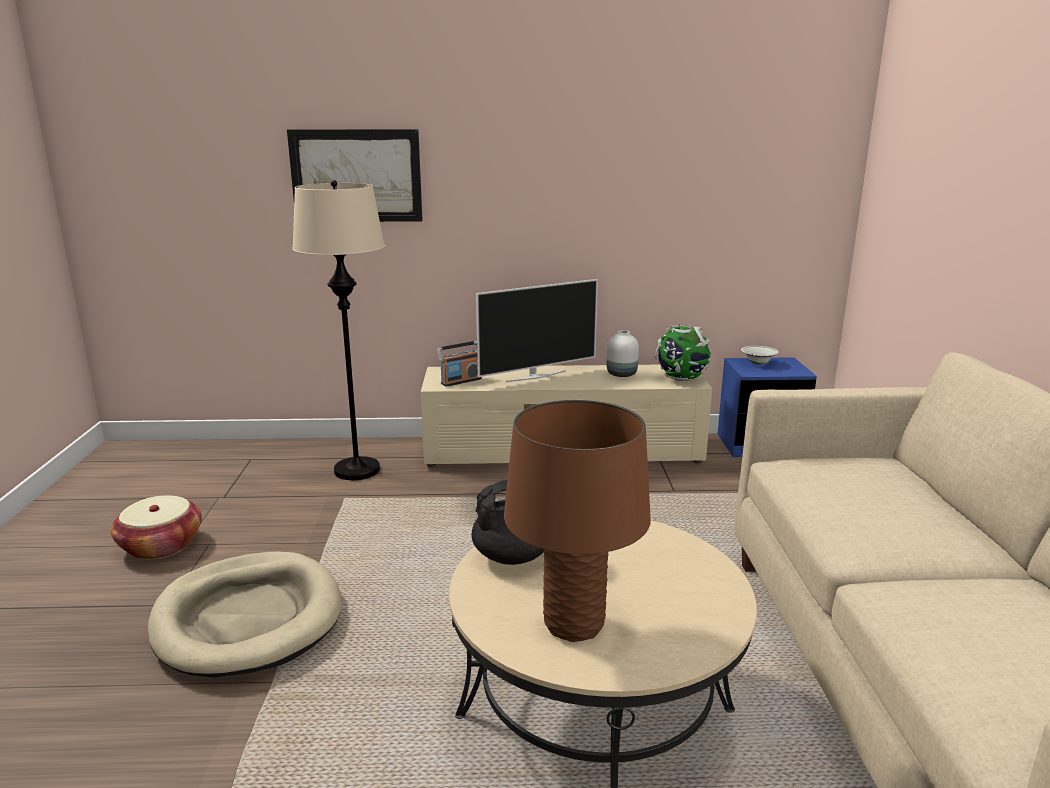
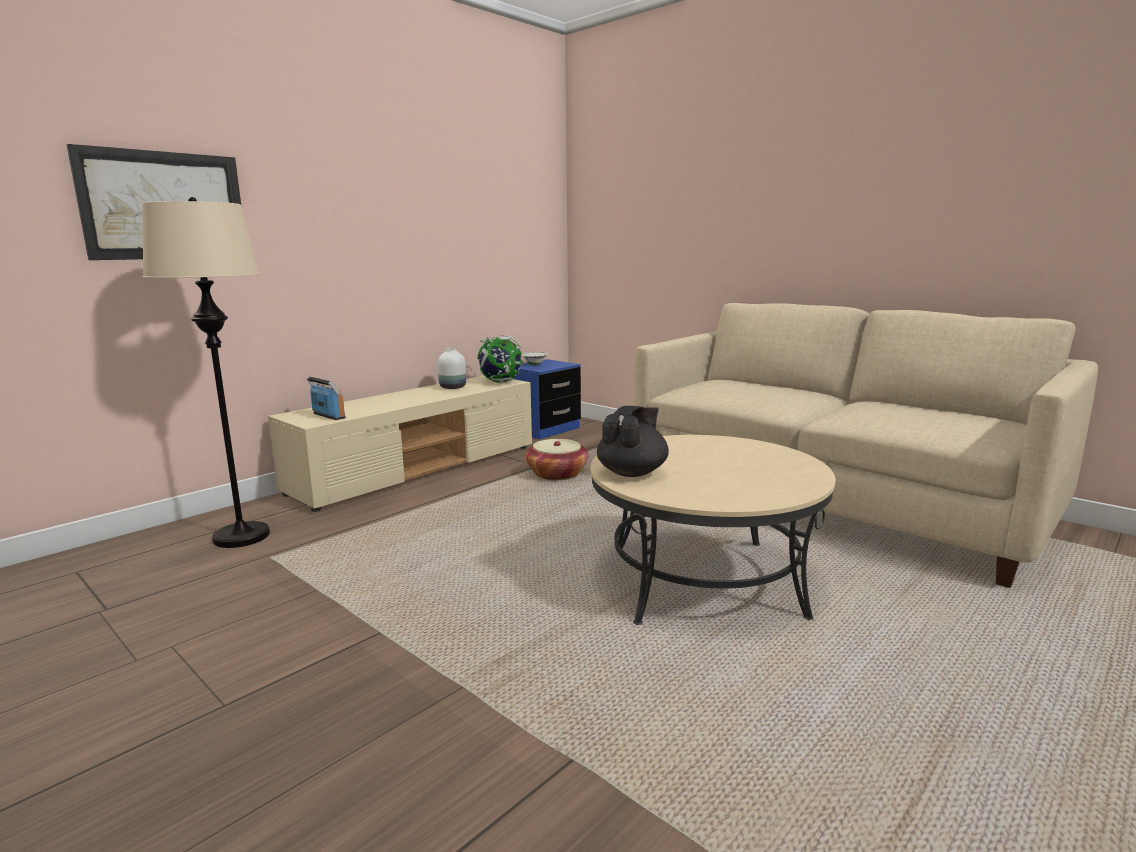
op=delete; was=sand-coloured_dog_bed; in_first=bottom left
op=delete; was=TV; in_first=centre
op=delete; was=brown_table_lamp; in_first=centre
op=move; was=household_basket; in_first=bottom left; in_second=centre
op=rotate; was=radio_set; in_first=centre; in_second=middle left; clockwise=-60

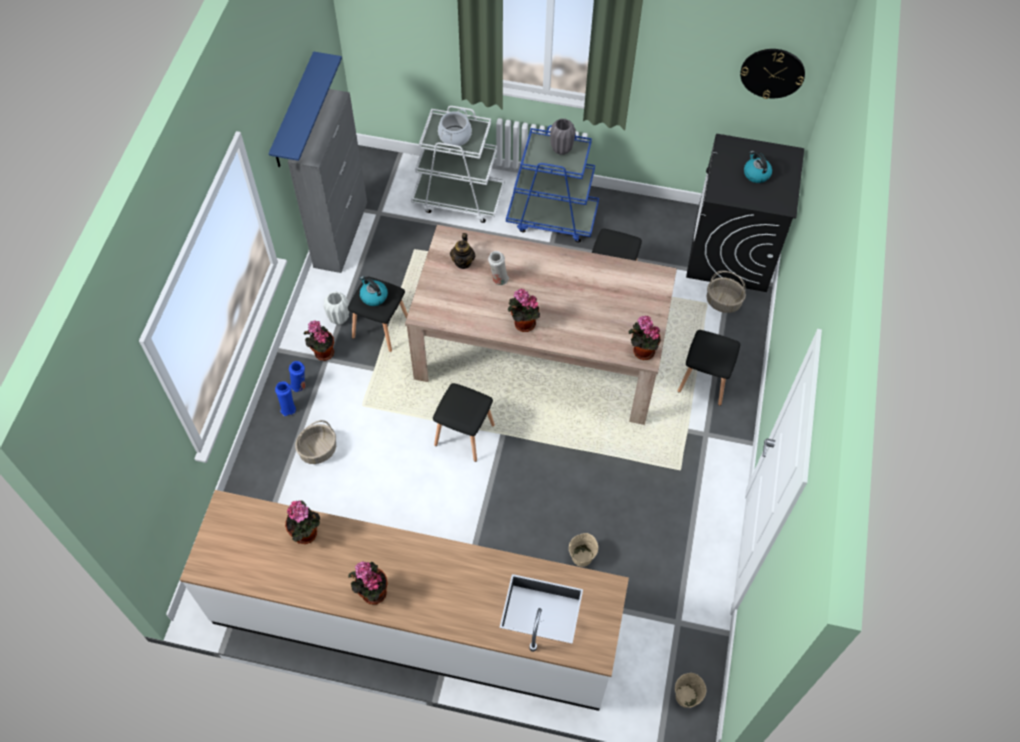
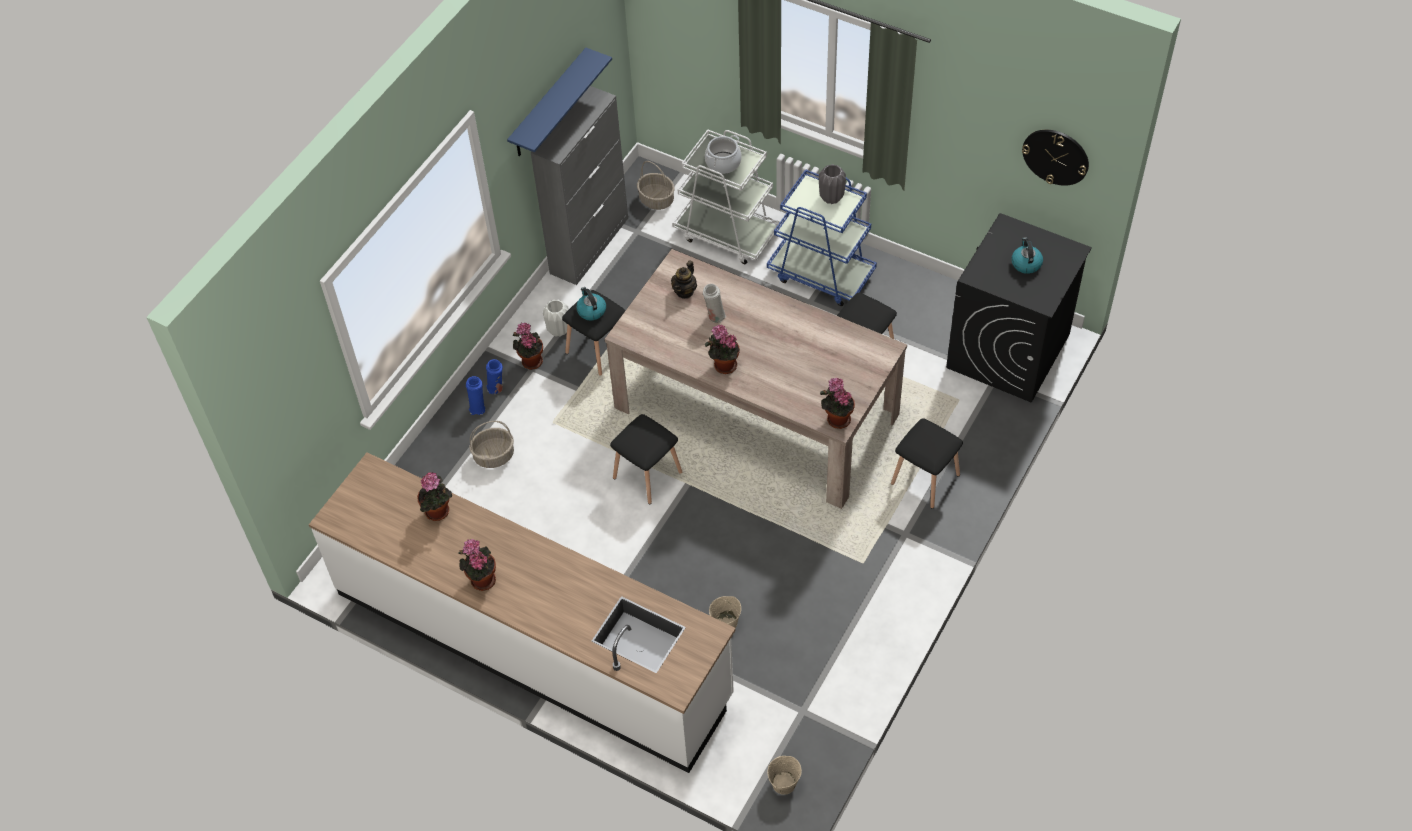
op=move; was=household_basket (2nd from left); in_first=middle right; in_second=top centre

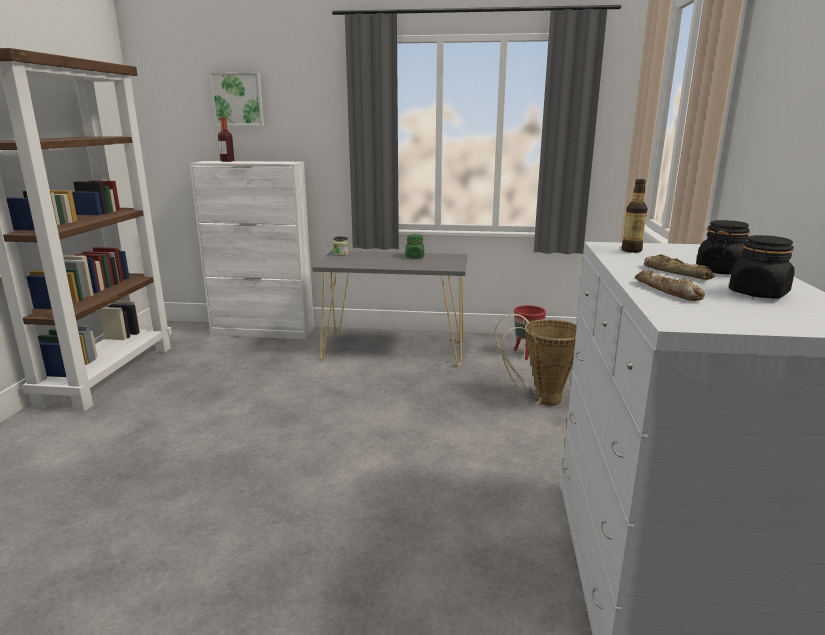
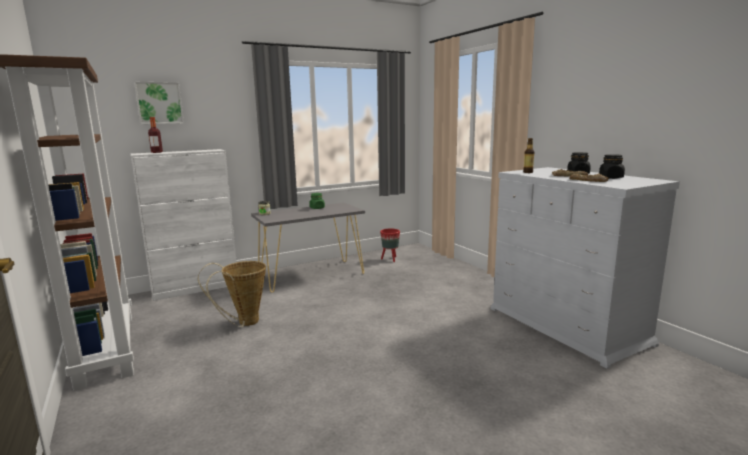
op=move; was=household_basket; in_first=centre; in_second=middle left

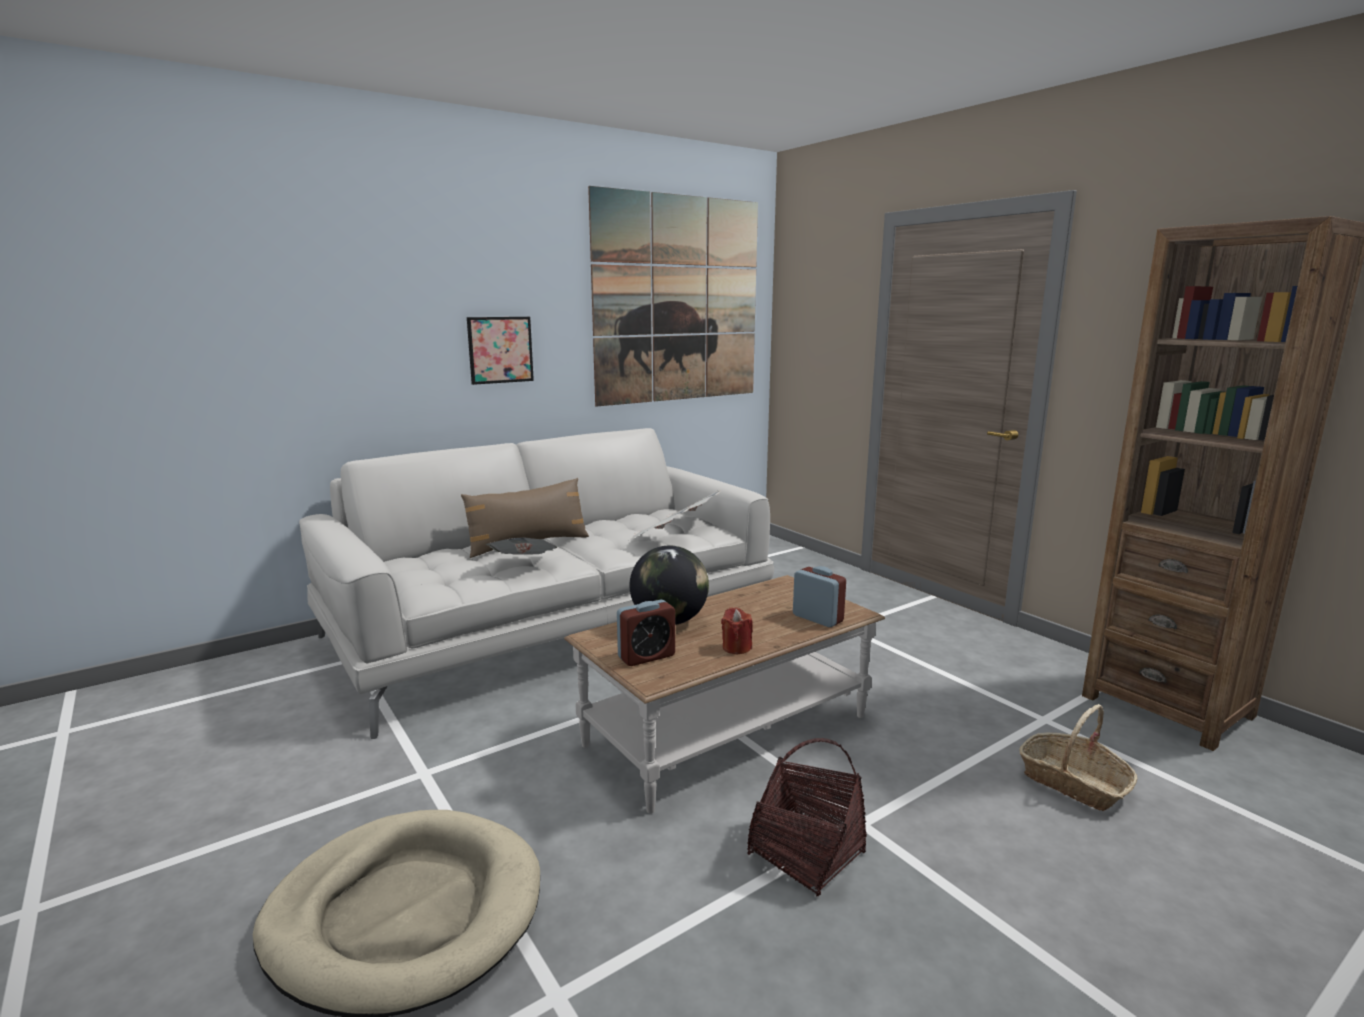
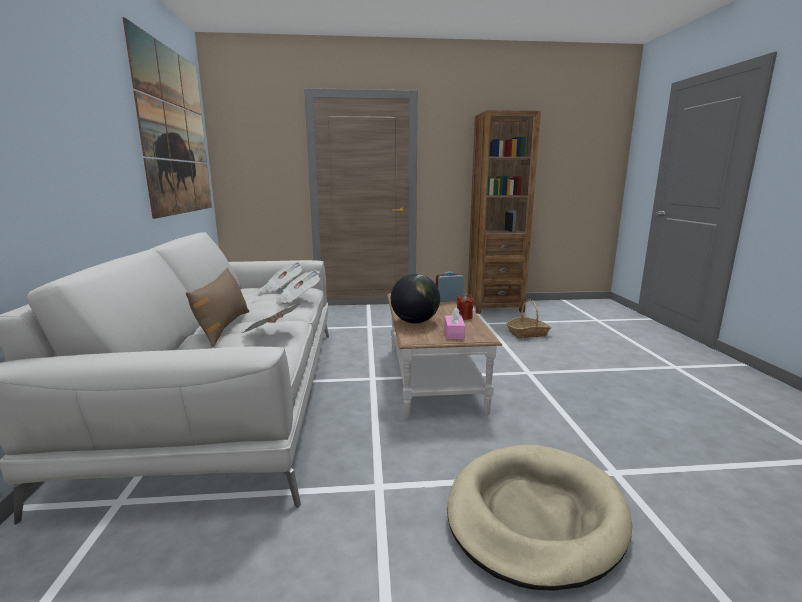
op=delete; was=wall_art (1st from left); in_first=centre
op=delete; was=household_basket (1st from left); in_first=bottom centre
op=replace; was=table_clock (1st from left); now=pink_box_of_tissues; in_first=centre; in_second=centre

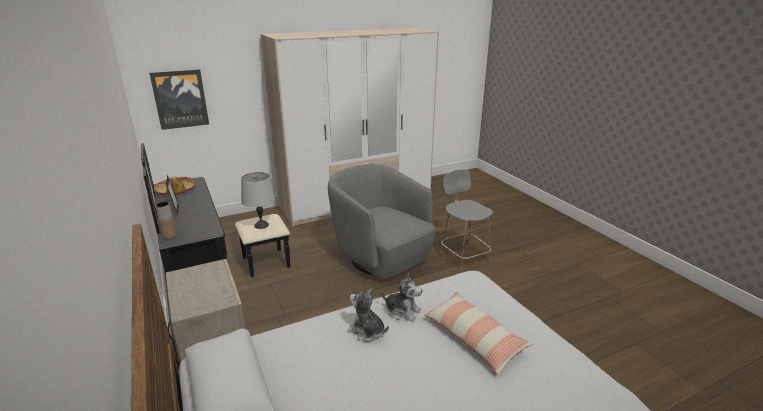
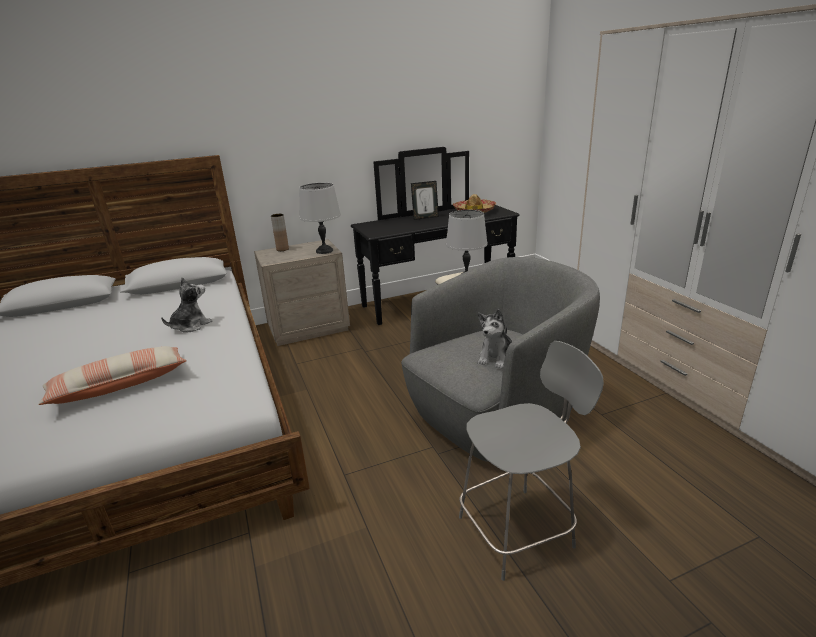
op=delete; was=wall_art; in_first=top left
op=insert; now=greyish_table_lamp (1st from left); in_second=centre
op=move; was=brown_decorative_vase; in_first=middle left; in_second=centre
op=move; was=cuddly_toy (2nd from left); in_first=bottom centre; in_second=centre

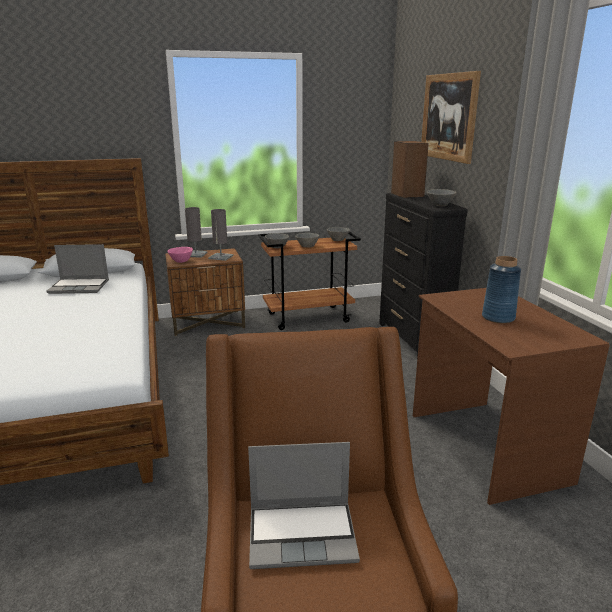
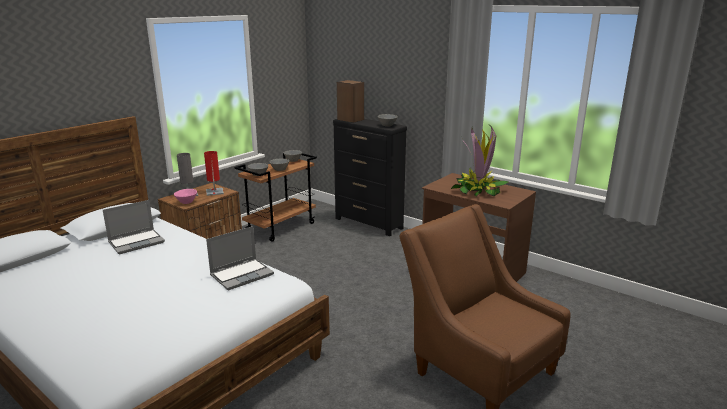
op=delete; was=wall_art; in_first=top right
op=move; was=laptop (2nd from left); in_first=bottom centre; in_second=middle left
op=replace; was=bluish_decorative_vase; now=potted_plant; in_first=middle right; in_second=centre
op=recolor; was=greyish_table_lamp (2nd from left); now=red-coloured_table_lamp; in_first=centre; in_second=middle left

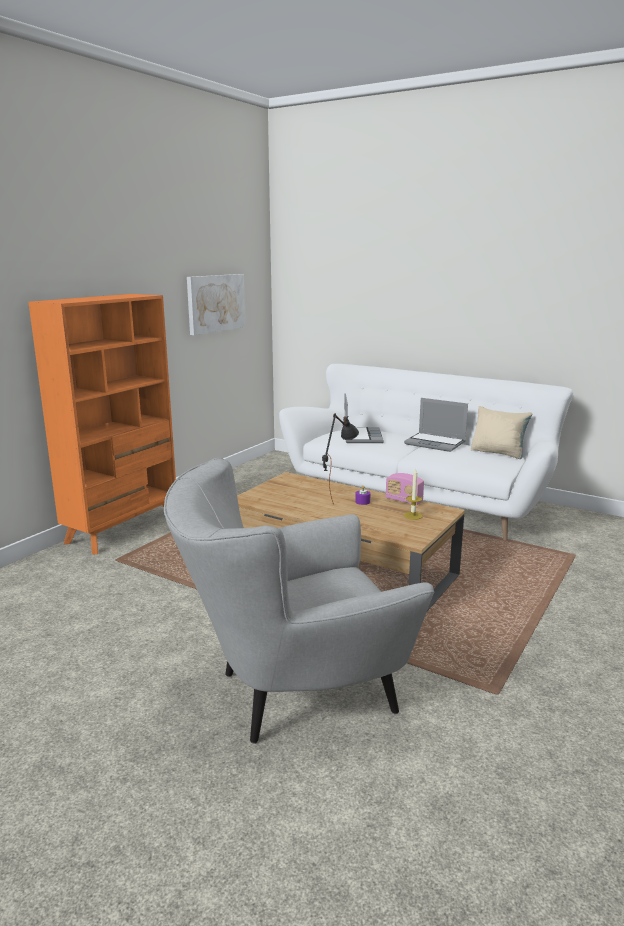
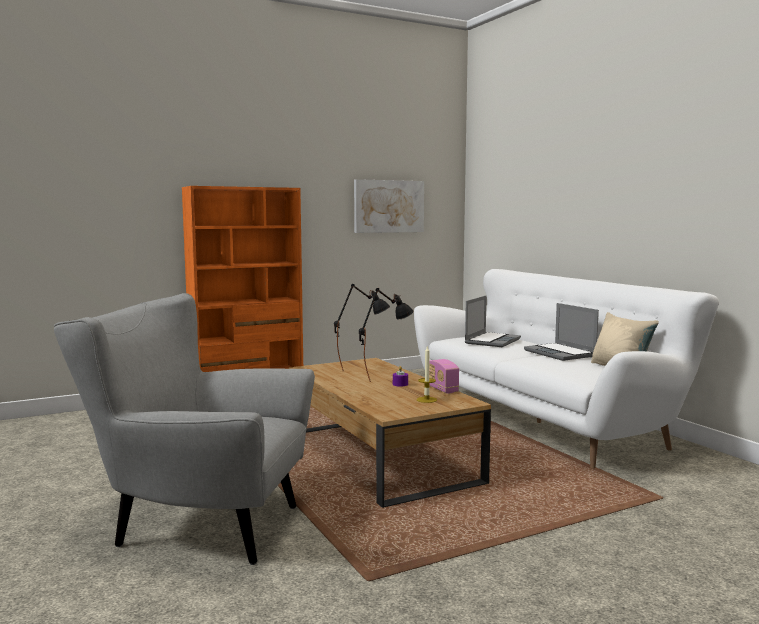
op=insert; now=black_table_lamp (1st from left); in_second=centre

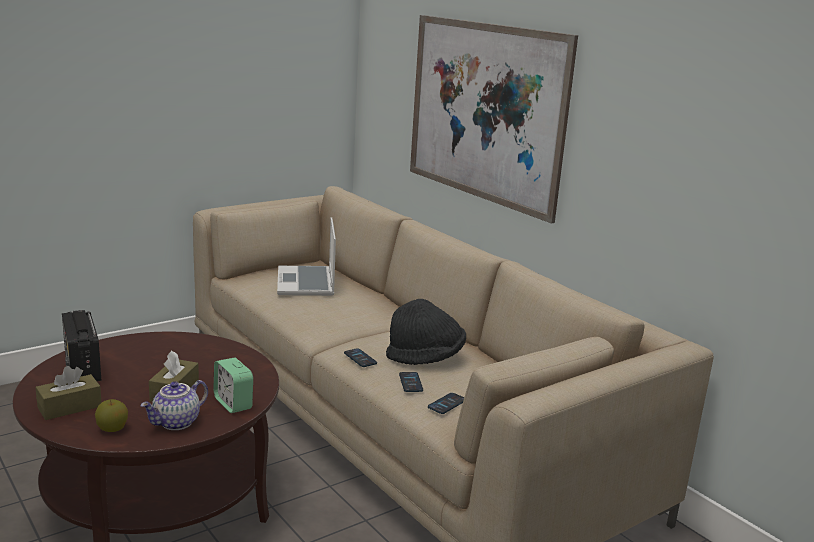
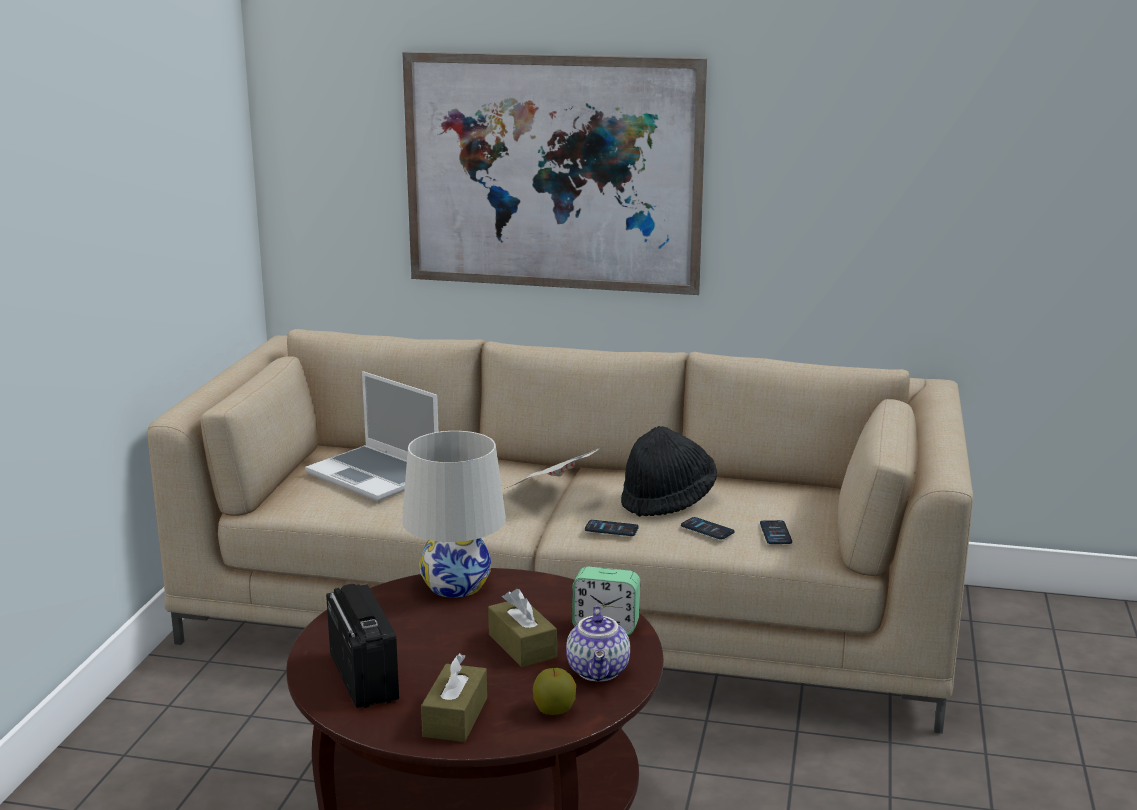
op=insert; now=whitish_table_lamp; in_second=centre
op=insert; now=newspaper; in_second=centre
op=rotate; was=radio_set; in_first=middle left; in_second=bottom left; clockwise=-135

